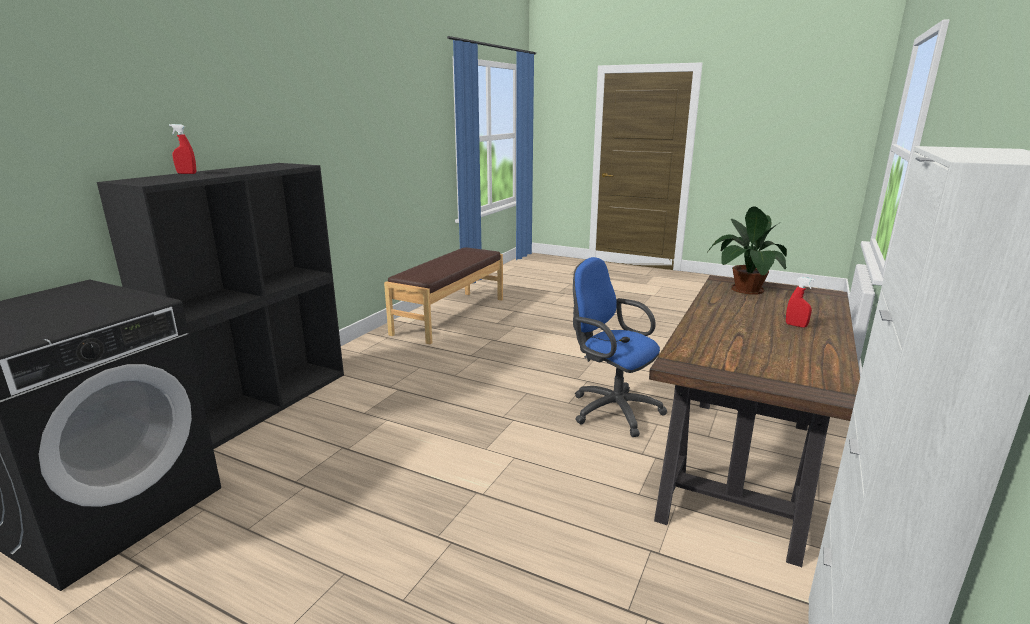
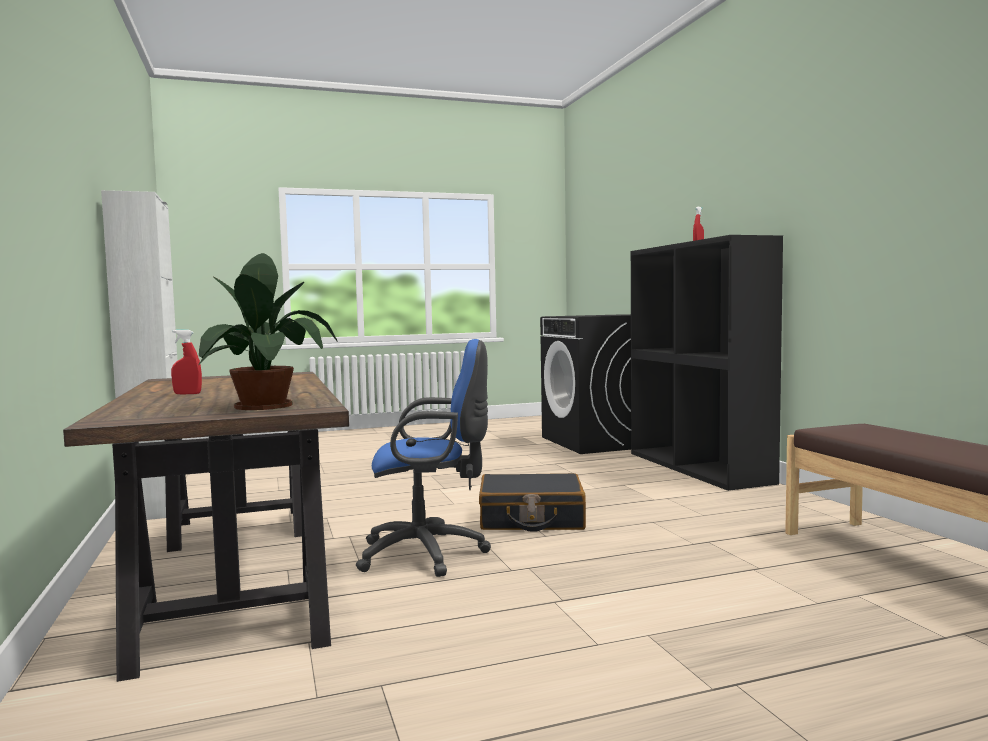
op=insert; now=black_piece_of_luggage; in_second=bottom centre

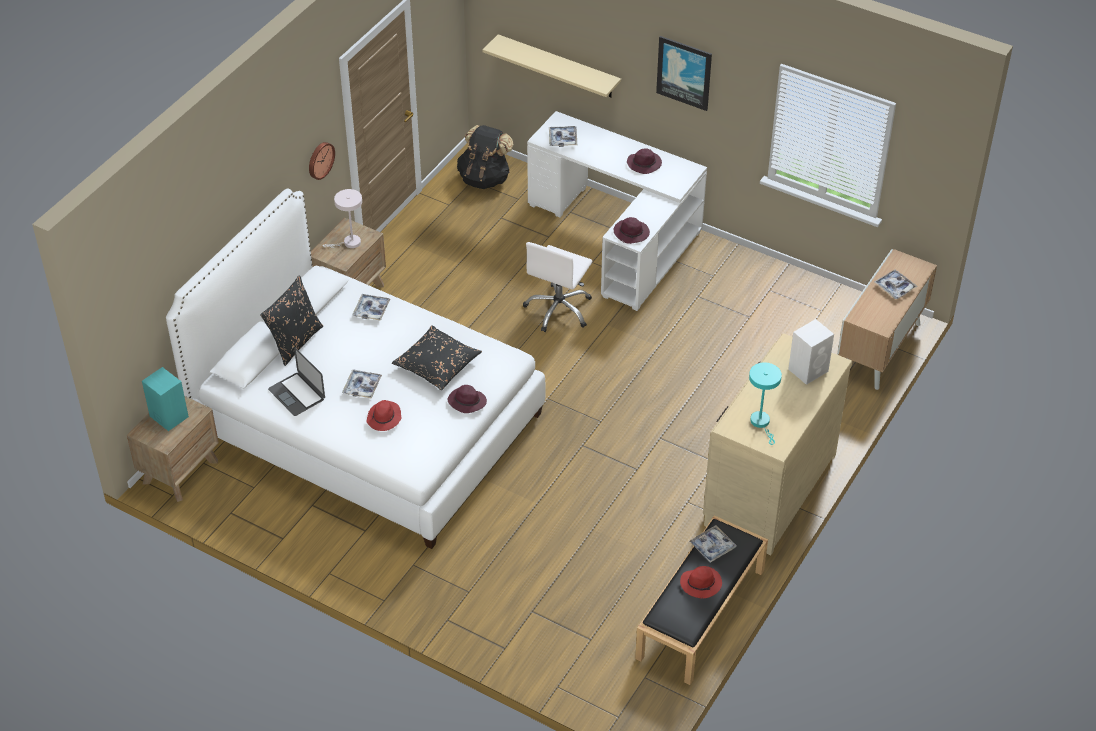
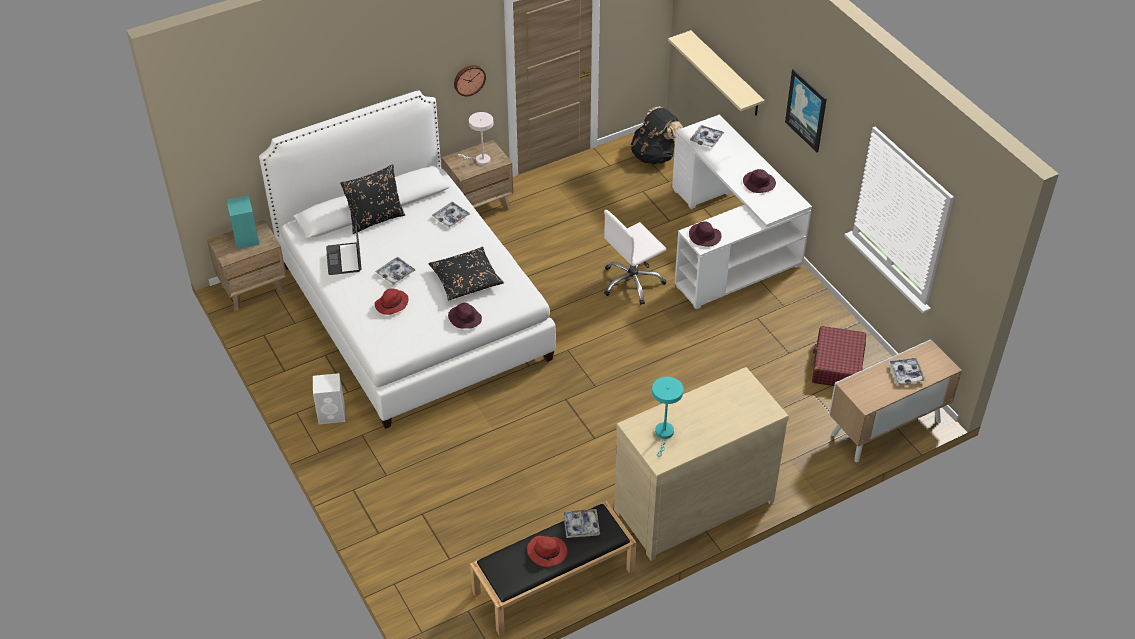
op=insert; now=red-coloured_piece_of_luggage; in_second=middle right
op=move; was=whitish_speaker; in_first=middle right; in_second=middle left

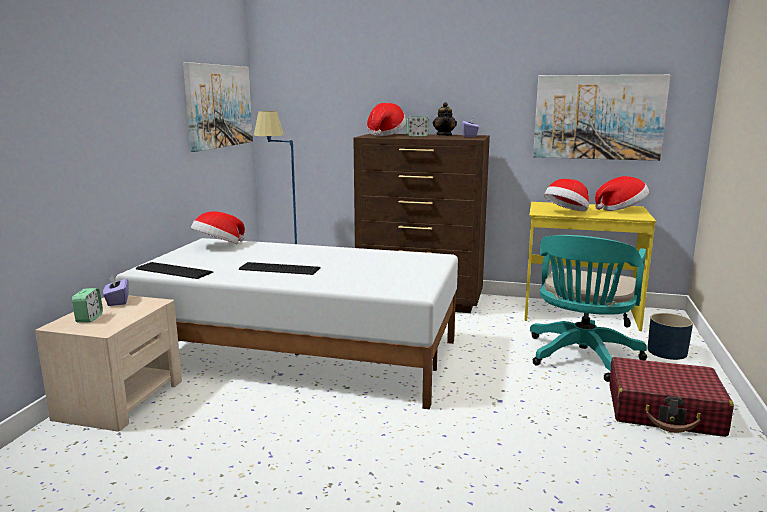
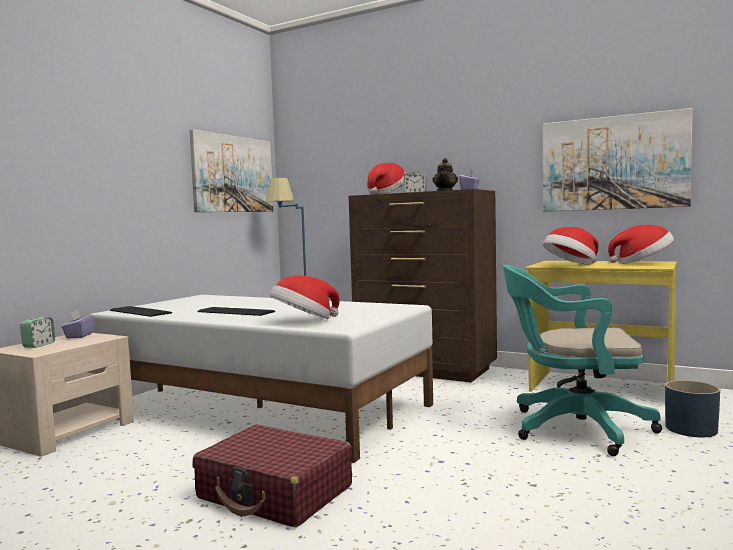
op=move; was=hat (1st from left); in_first=middle left; in_second=centre
op=move; was=red-coloured_piece_of_luggage; in_first=bottom right; in_second=bottom centre
op=rotate; was=turquoise-coloured_desk_chair; in_first=middle right; in_second=middle right; clockwise=60

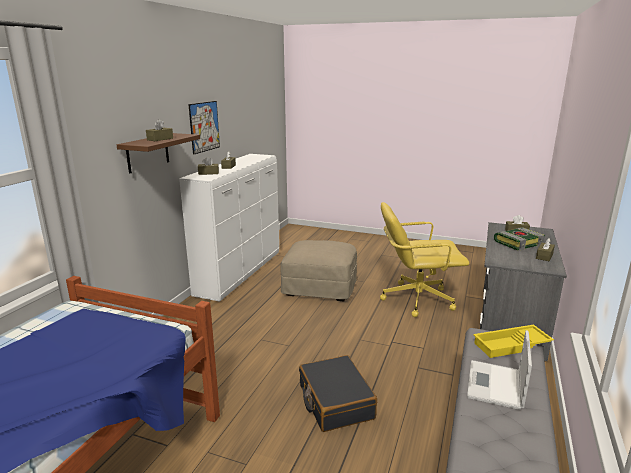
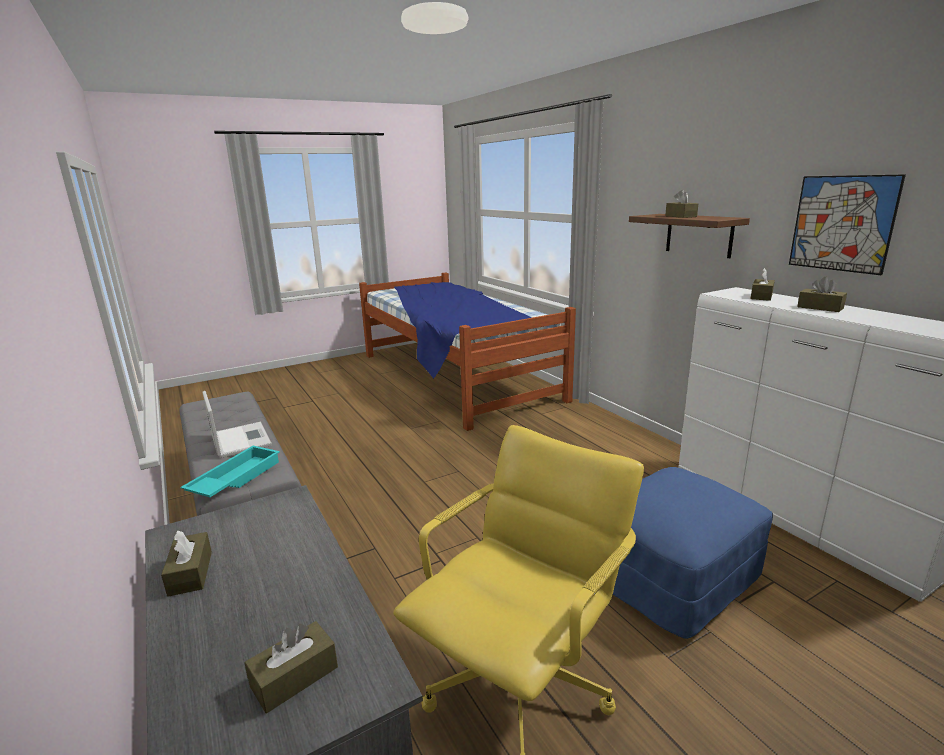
op=delete; was=black_piece_of_luggage; in_first=bottom centre
op=delete; was=book; in_first=middle right
op=recolor; was=sand-coloured_ottoman; now=bluish_ottoman; in_first=centre; in_second=bottom right
op=recolor; was=yellow-coloured_serving_tray; now=turquoise-coloured_serving_tray; in_first=bottom right; in_second=middle left

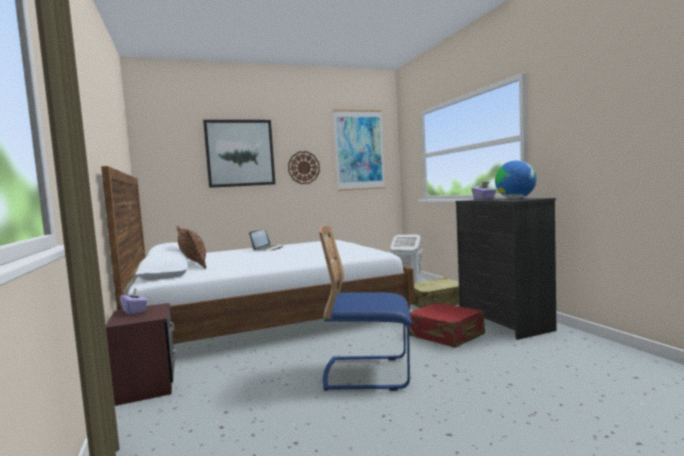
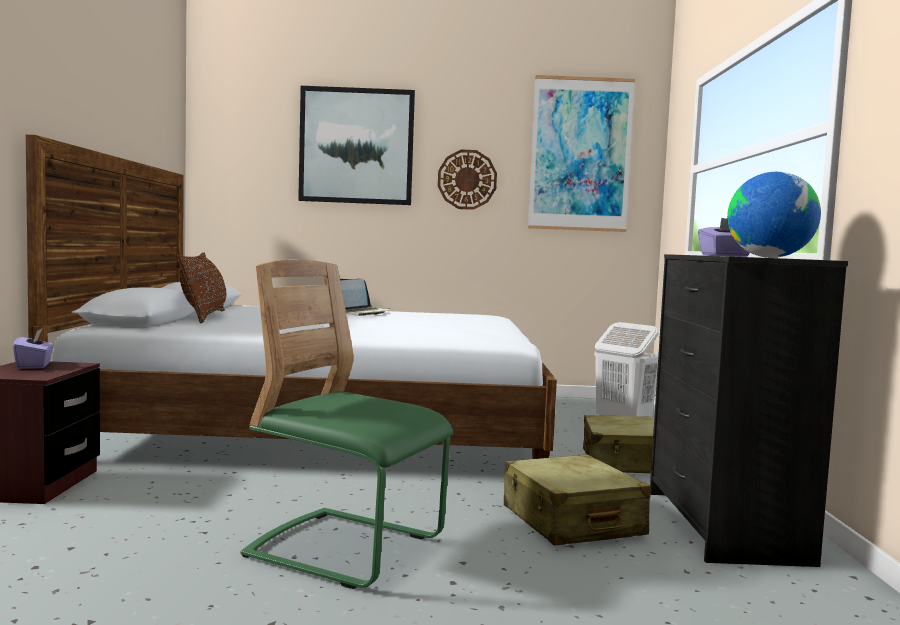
op=recolor; was=bluish_chair; now=green_chair; in_first=bottom centre; in_second=bottom centre
op=recolor; was=red-coloured_piece_of_luggage; now=sand-coloured_piece_of_luggage (1st from left); in_first=bottom centre; in_second=bottom centre

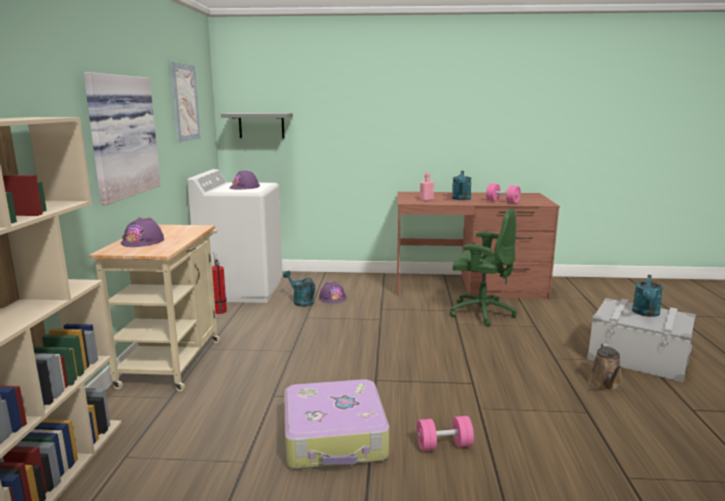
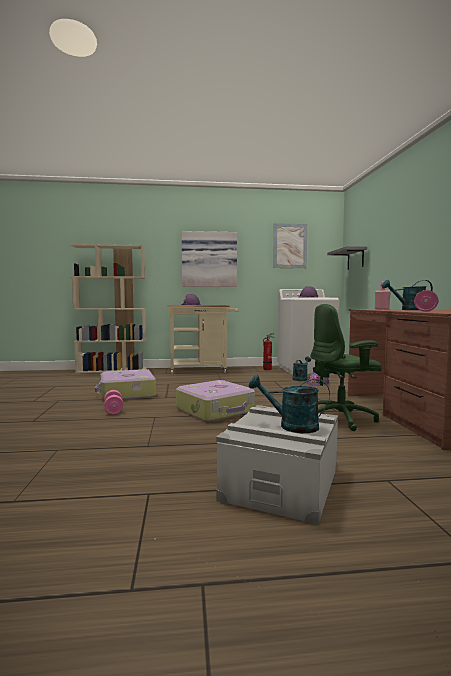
op=delete; was=brown_watering_pot; in_first=bottom right
op=insert; now=piece_of_luggage (2nd from left); in_second=centre
op=rotate; was=green_desk_chair; in_first=centre; in_second=middle right; clockwise=60

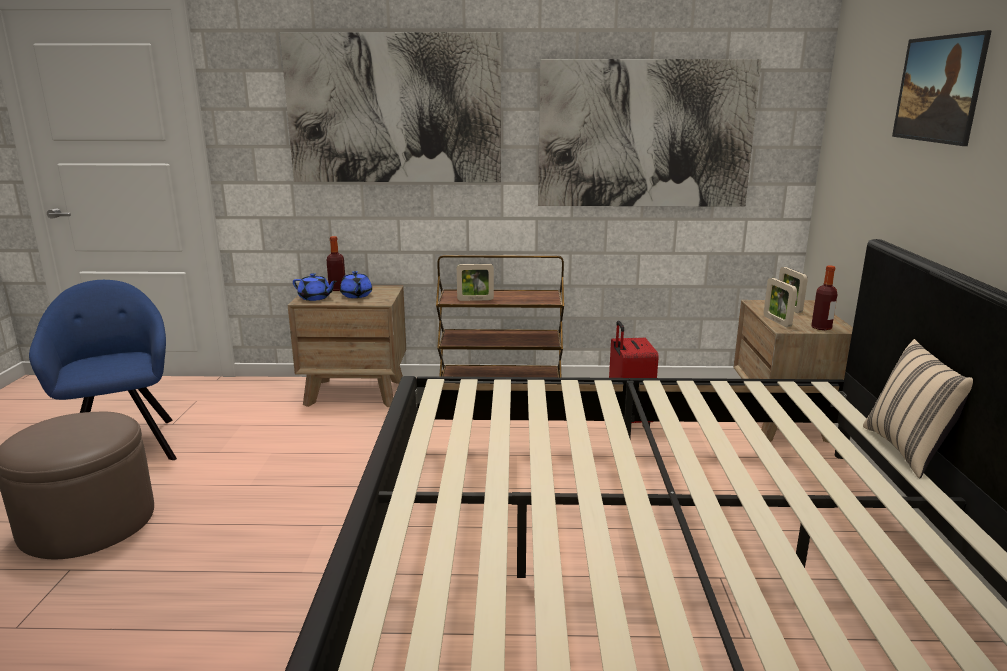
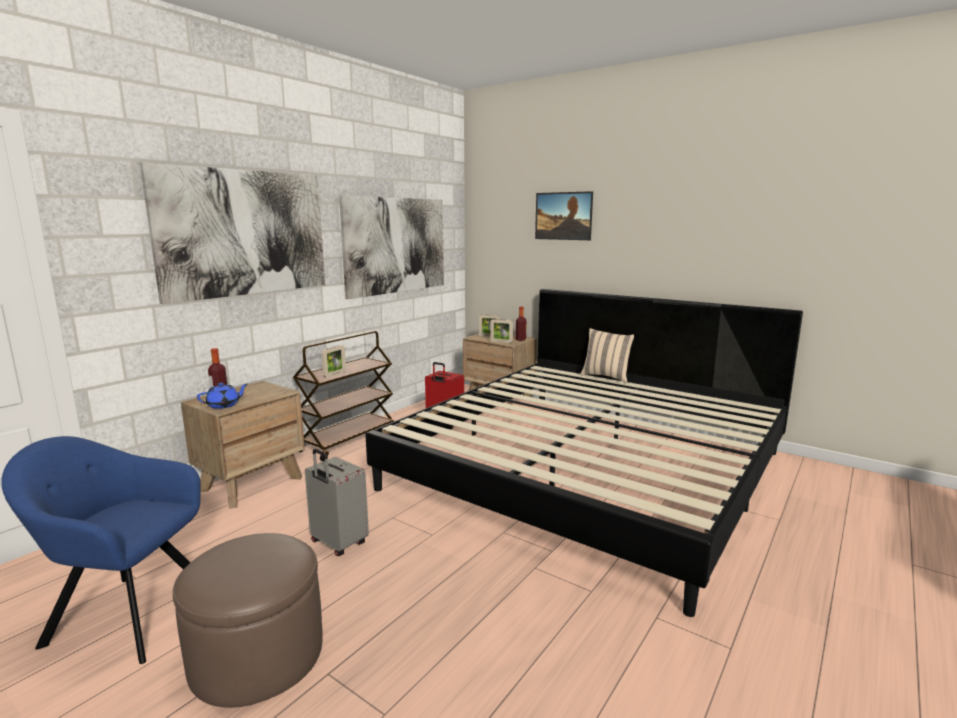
op=delete; was=bluish_tea_pot (2nd from left); in_first=centre
op=insert; now=greyish_piece_of_luggage; in_second=bottom centre

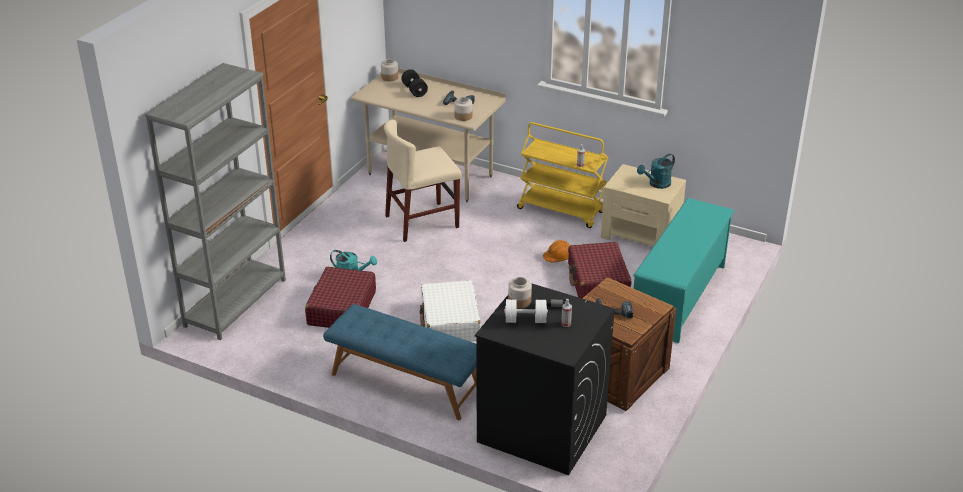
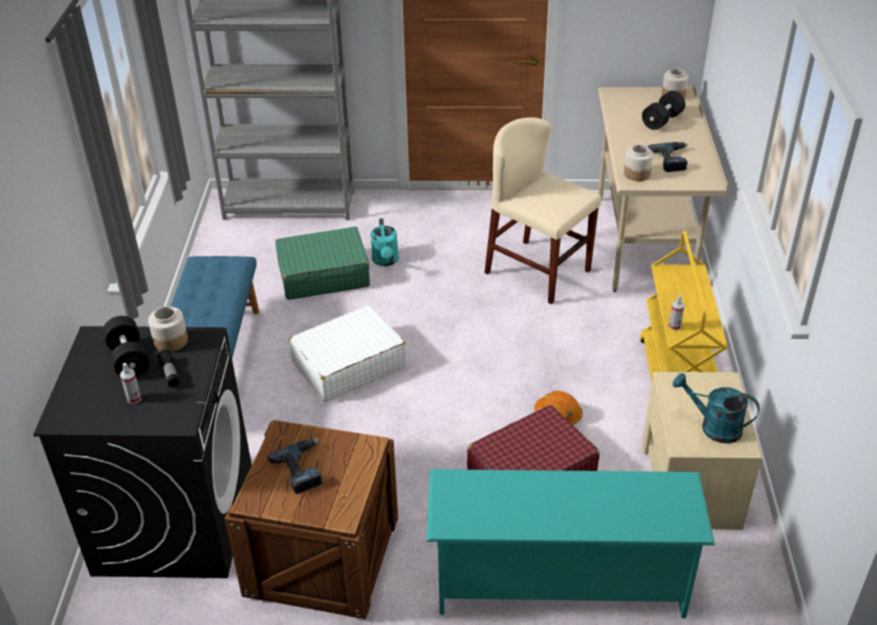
op=recolor; was=red-coloured_piece_of_luggage (1st from left); now=green_piece_of_luggage; in_first=centre; in_second=centre
op=recolor; was=whitish_free_weight; now=black_free_weight (1st from left); in_first=centre; in_second=middle left

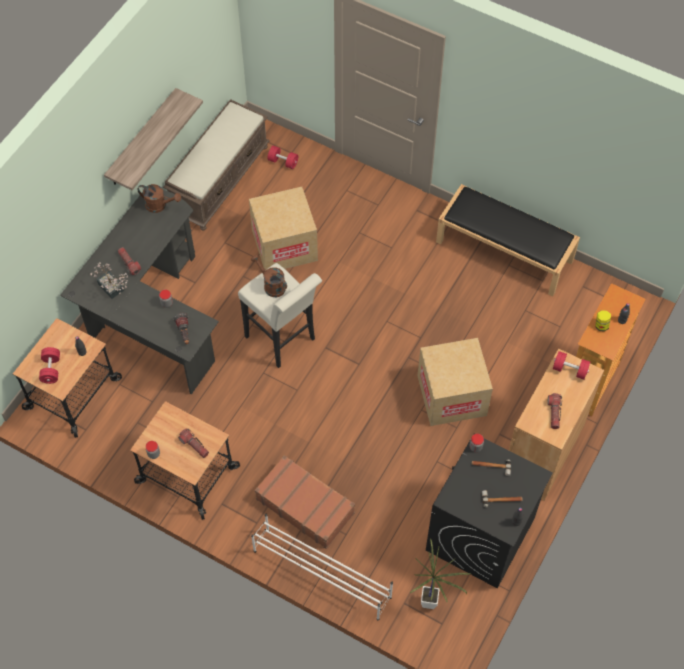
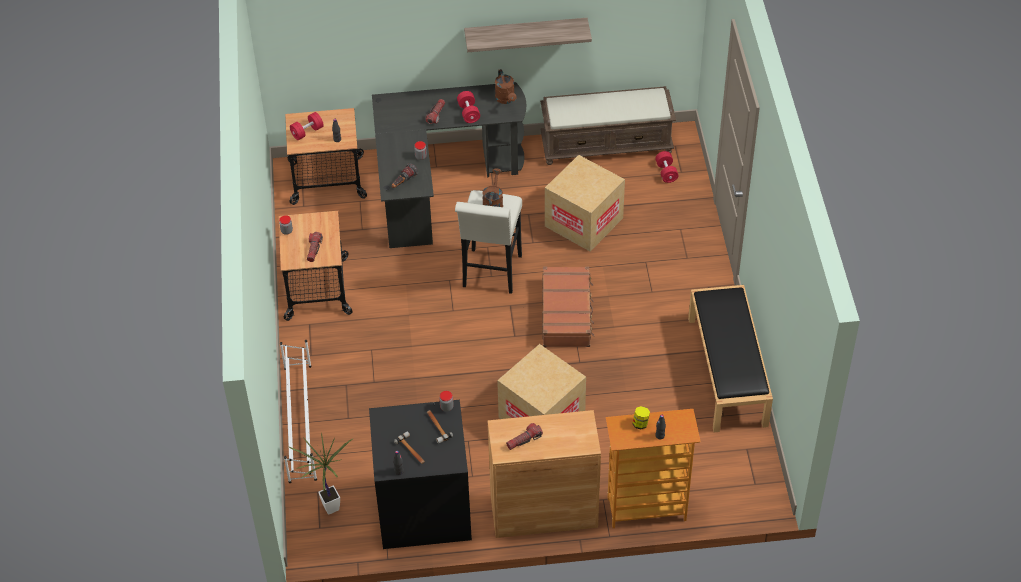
op=delete; was=potted_plant (1st from left); in_first=middle left
op=move; was=brown_piece_of_luggage; in_first=bottom centre; in_second=centre
op=move; was=red-coloured_free_weight (3rd from left in the first image); now=red-coloured_free_weight (2nd from left); in_first=middle right; in_second=top centre

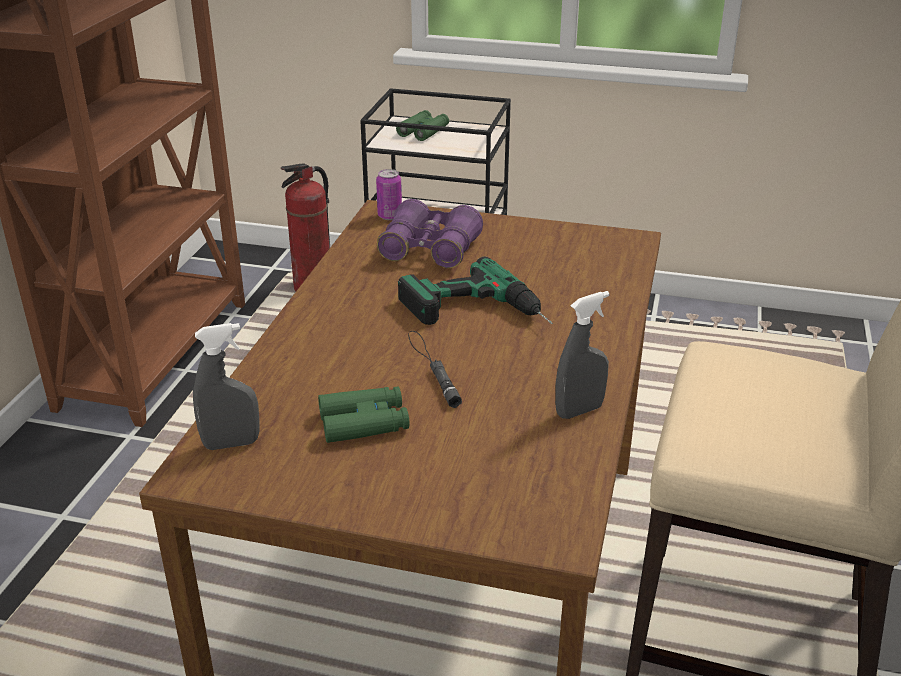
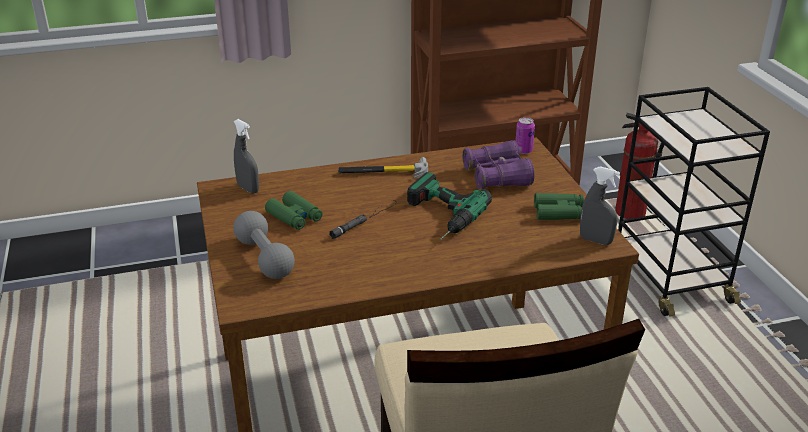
op=insert; now=greyish_free_weight; in_second=middle left
op=insert; now=tool_hammer; in_second=centre
op=move; was=green_binoculars (2nd from left); in_first=top centre; in_second=middle right
op=move; was=greyish_sprayer (2nd from left); in_first=centre; in_second=middle right

